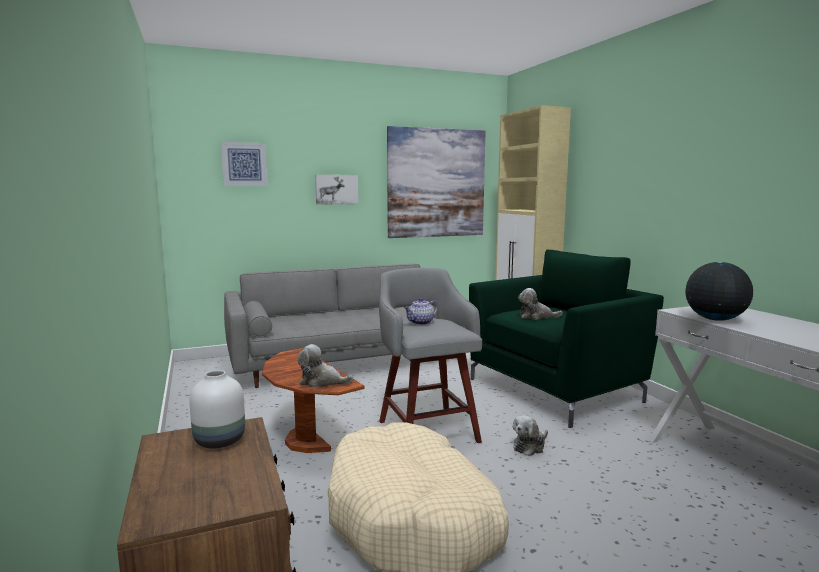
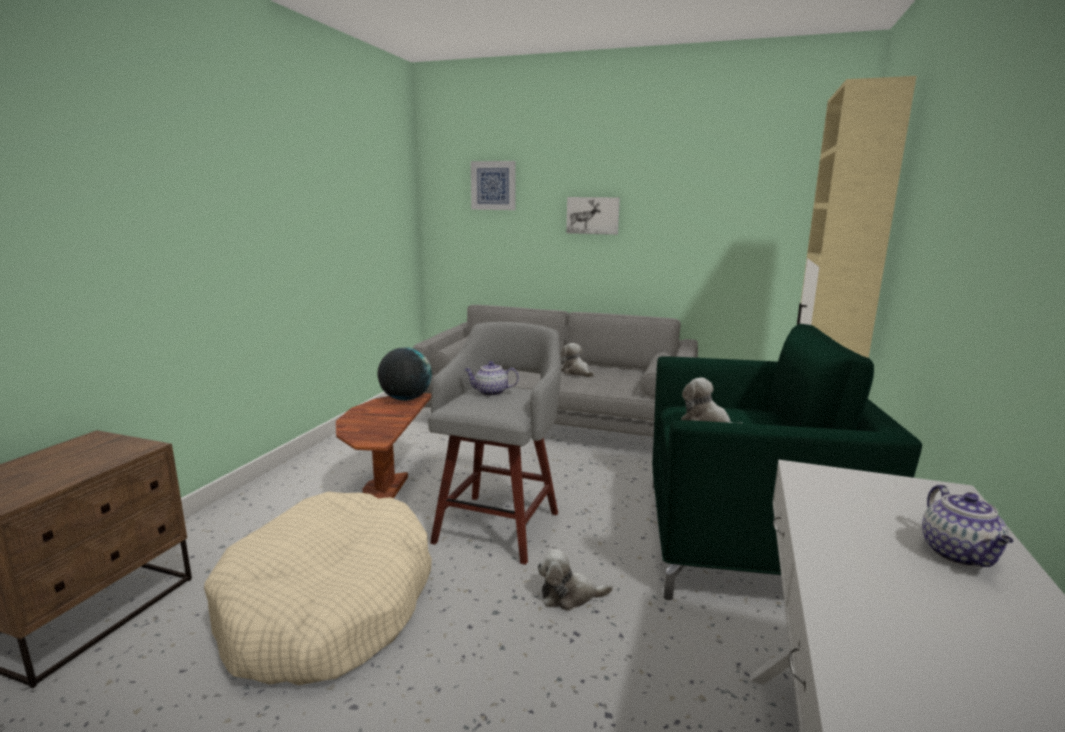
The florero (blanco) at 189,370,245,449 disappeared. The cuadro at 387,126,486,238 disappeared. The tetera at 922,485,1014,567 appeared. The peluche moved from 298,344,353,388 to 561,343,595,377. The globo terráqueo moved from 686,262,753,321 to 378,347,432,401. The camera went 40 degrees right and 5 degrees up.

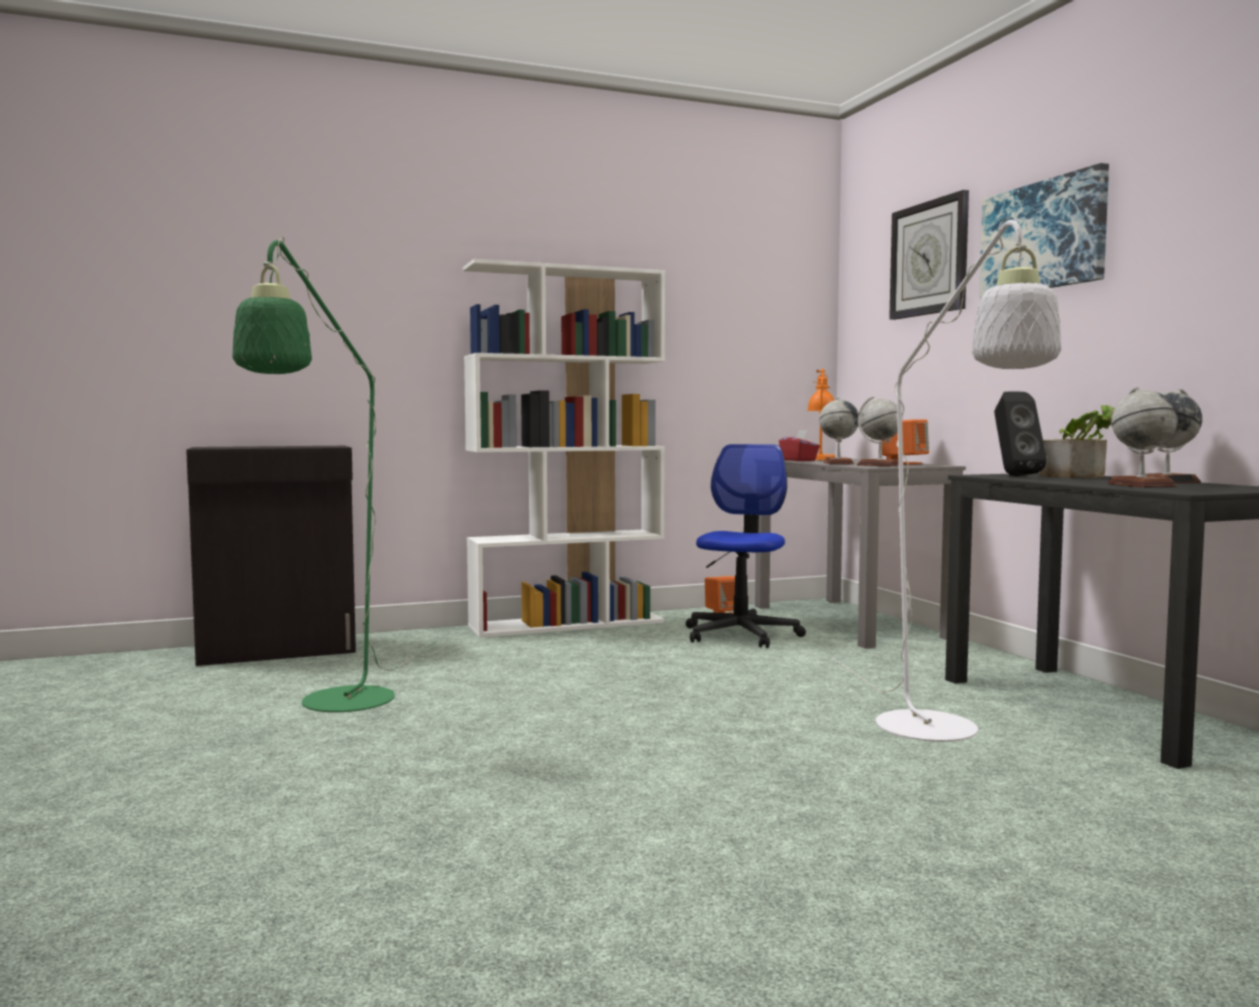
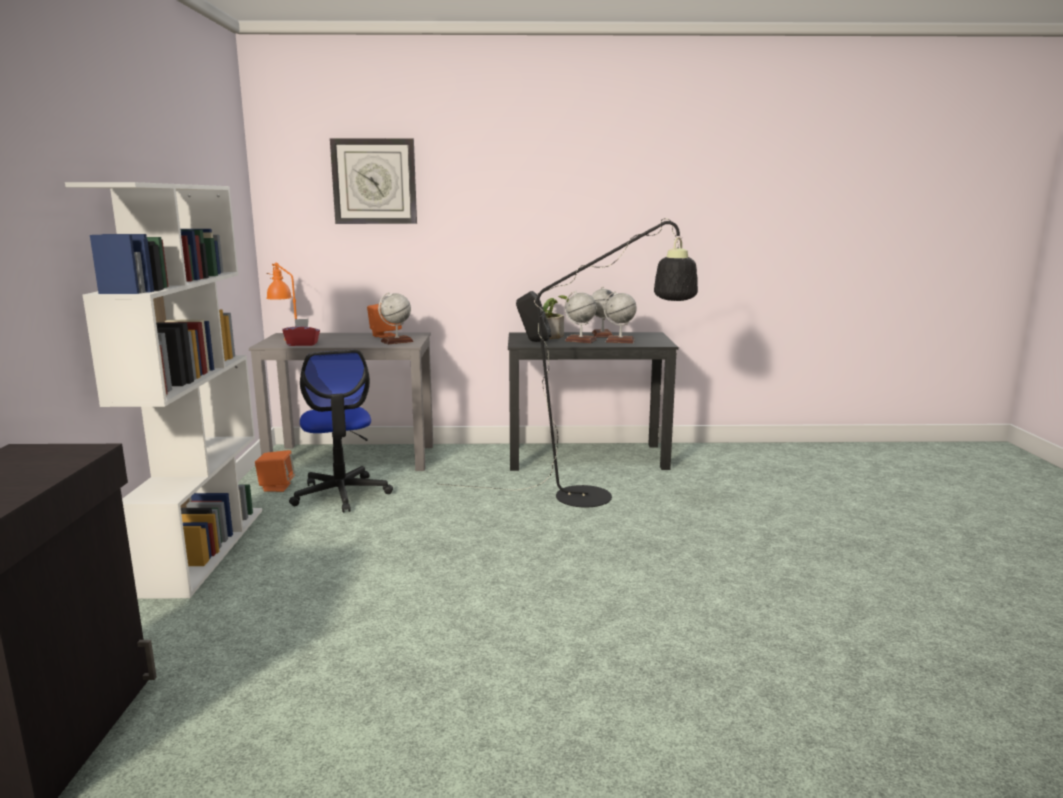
The lámpara de pie (verde) at 233,237,436,712 disappeared. The cuadro at 979,163,1109,298 disappeared. The globo terráqueo moved from 819,397,859,464 to 565,291,597,343. The lámpara de pie (blanco) at 832,216,1061,742 became the lámpara de pie (negro) at 437,218,698,507. The silla de oficina at 686,444,806,648 turned 150 degrees counterclockwise. The camera went 70 degrees left and 10 degrees up.

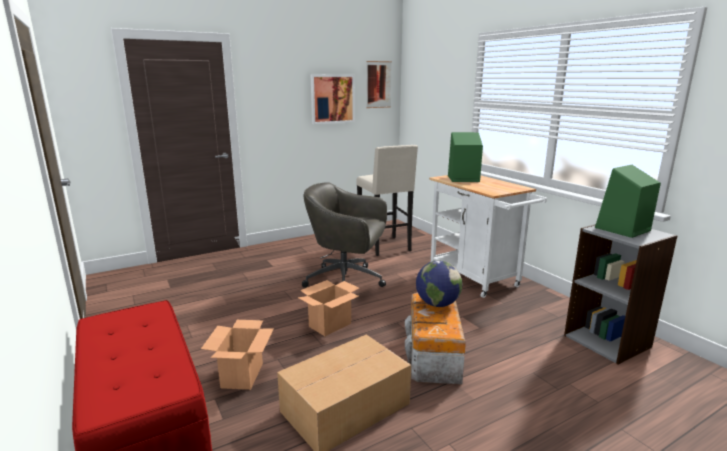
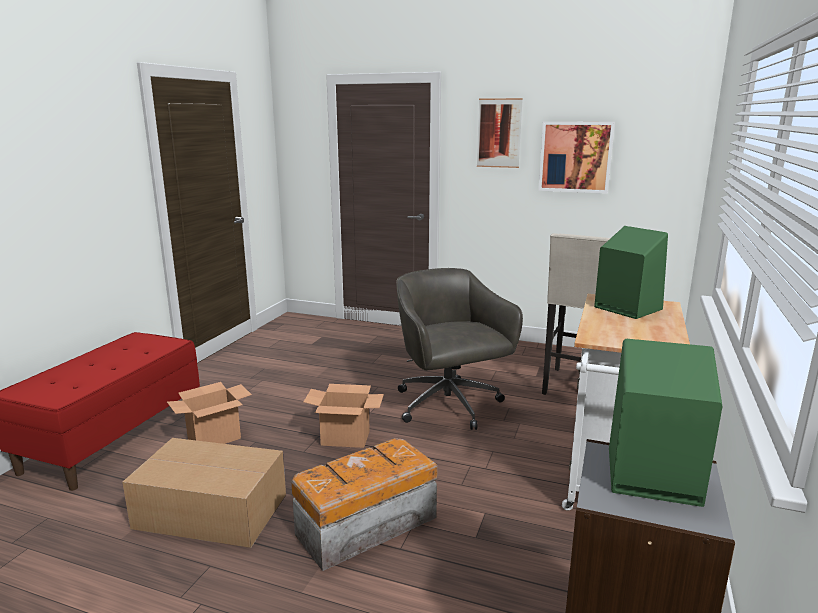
The globo terráqueo at 416,261,462,307 disappeared. The cuadro moved from 366,61,392,108 to 477,98,523,168. The camera went 50 degrees right and 0 degrees up.

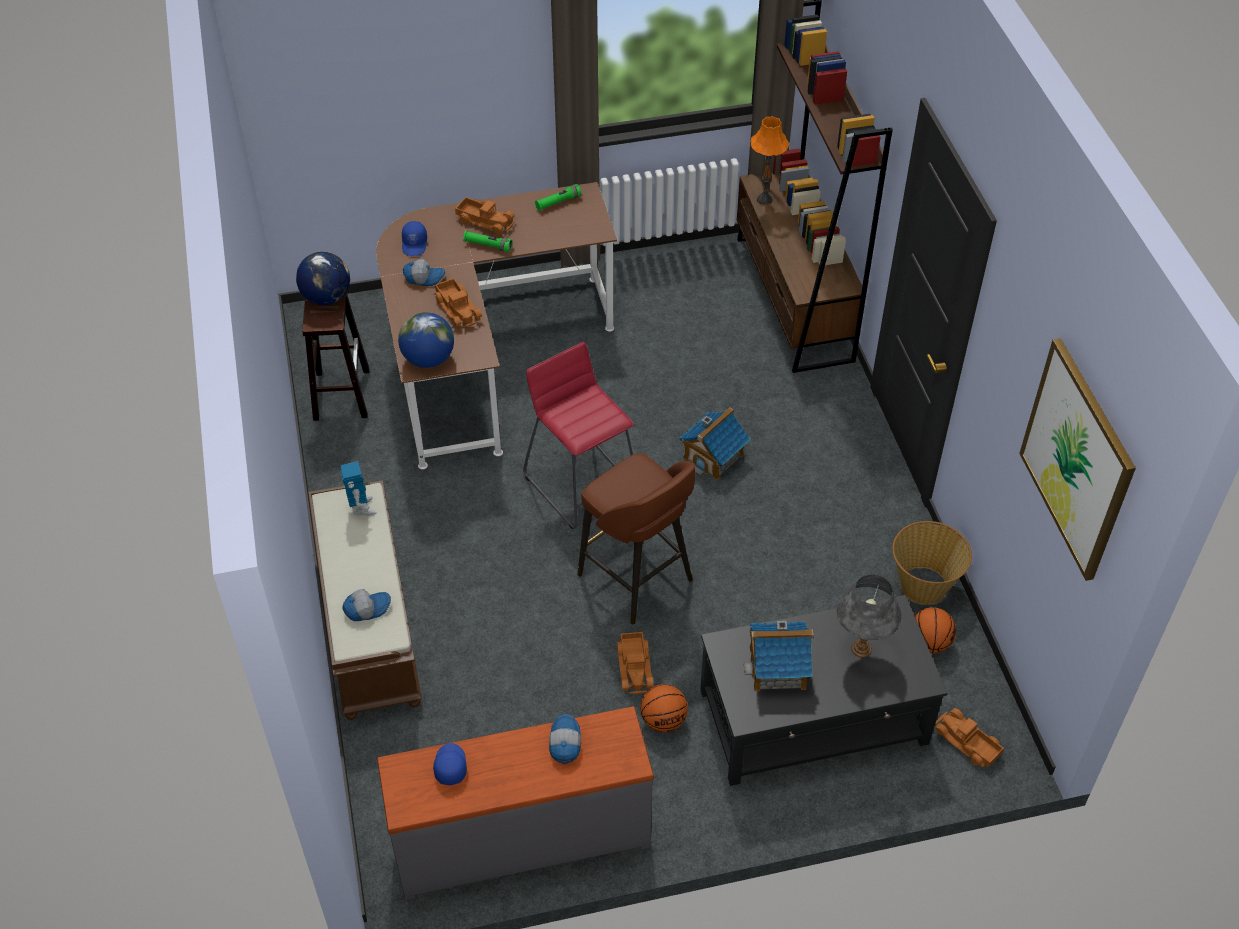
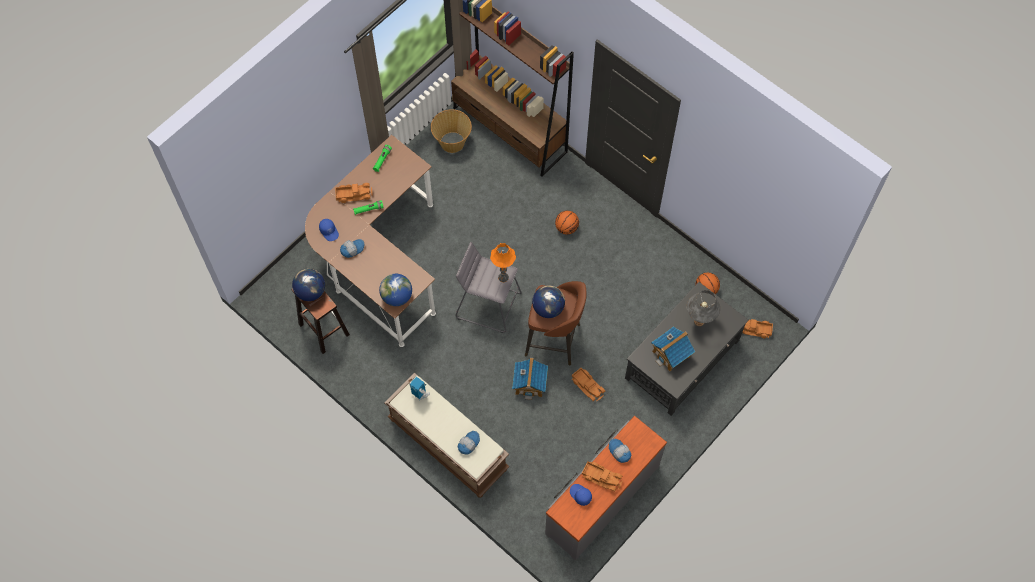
The cuadro at 1019,338,1136,581 disappeared. The globo terráqueo at 532,285,565,318 appeared. The camión de juguete moved from 434,278,482,328 to 582,461,623,492. The balón de baloncesto moved from 640,684,688,732 to 555,211,579,235. The casita moved from 679,407,751,480 to 512,357,548,400. The lámpara de mesa (naranja) moved from 751,116,790,206 to 490,243,516,282. The cesta moved from 892,521,972,605 to 431,109,472,153. The taburete (rojo) at 523,342,634,529 became the taburete (gris) at 455,242,522,333. The camera went 35 degrees left and 15 degrees up.

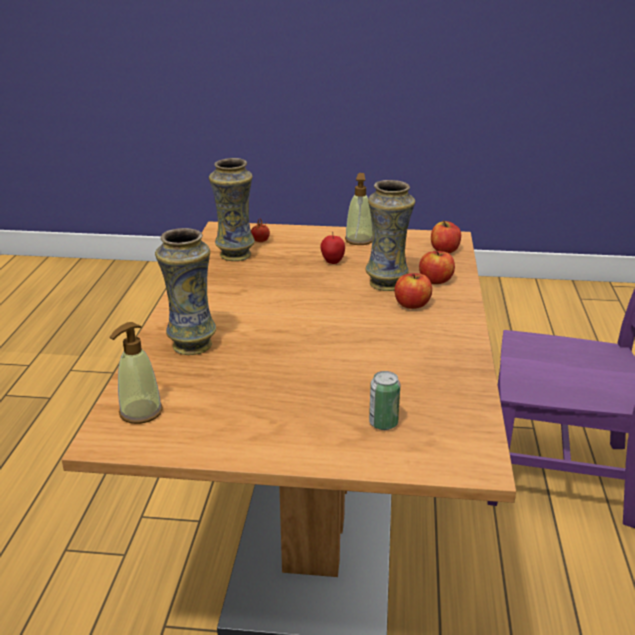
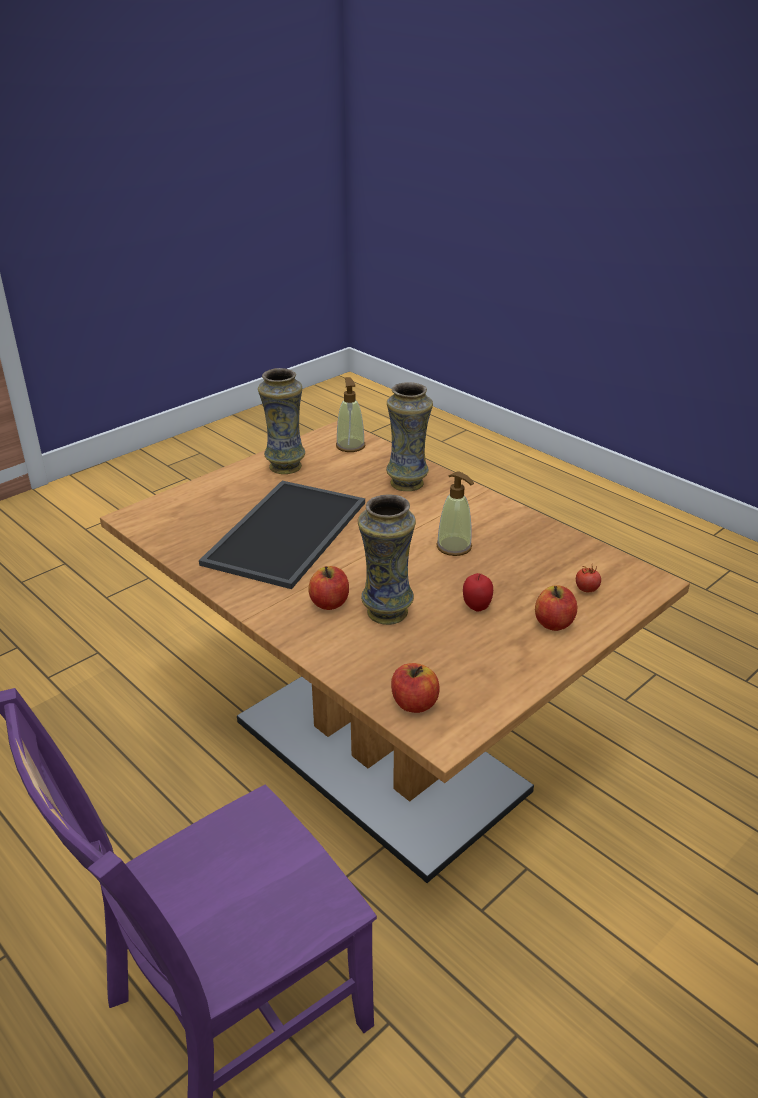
The lata at 369,371,400,430 disappeared. The bandeja at 199,481,365,589 appeared. The florero moved from 209,158,255,261 to 258,368,305,474. The dispensador de jabón moved from 345,173,372,245 to 436,472,474,556. The manzana moved from 419,251,455,284 to 535,586,577,631. The camera went 130 degrees right and 5 degrees up.

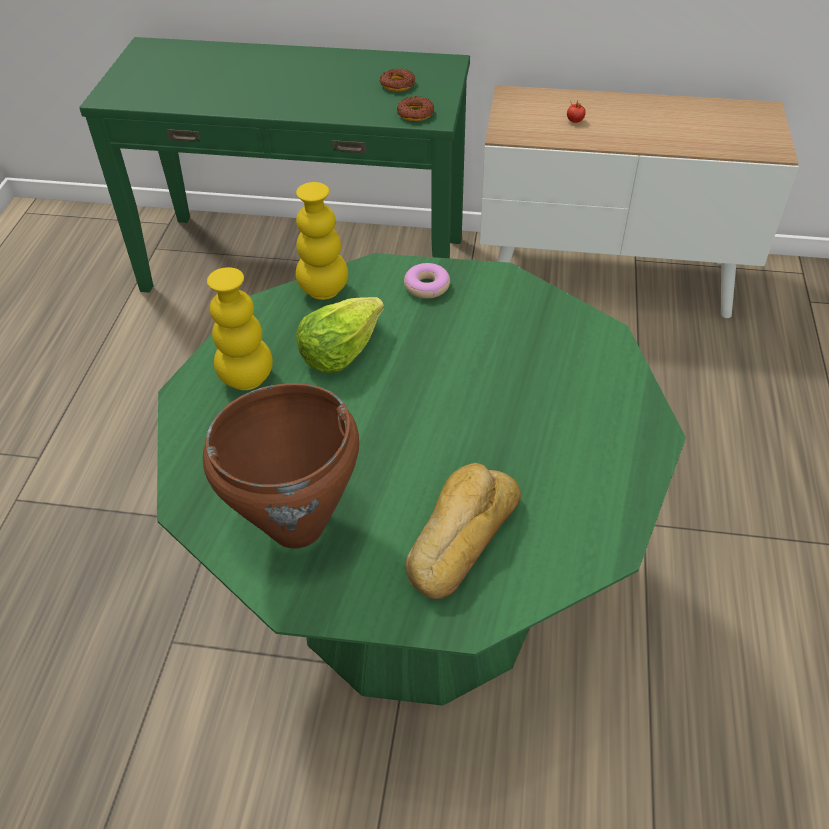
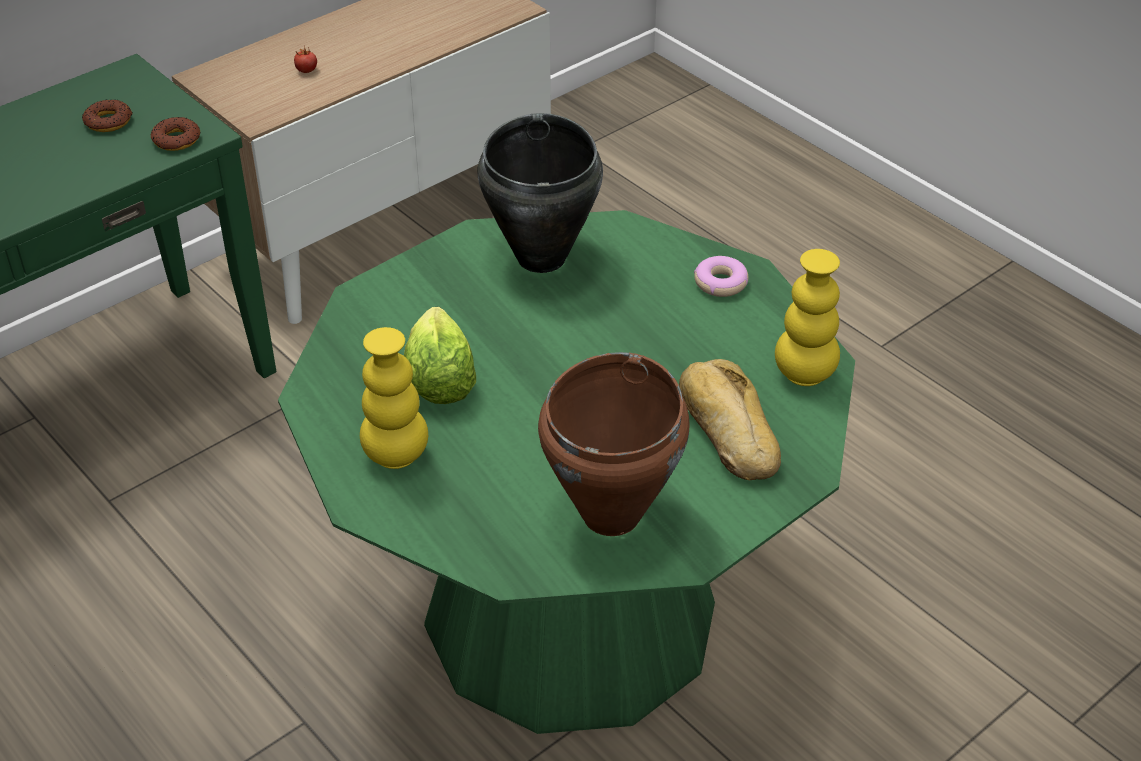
The olla (negro) at 477,113,603,273 appeared. The florero (amarillo) moved from 296,182,348,300 to 775,249,840,386. The rosquilla moved from 404,263,450,299 to 694,256,749,297. The camera went 50 degrees left and 5 degrees down.

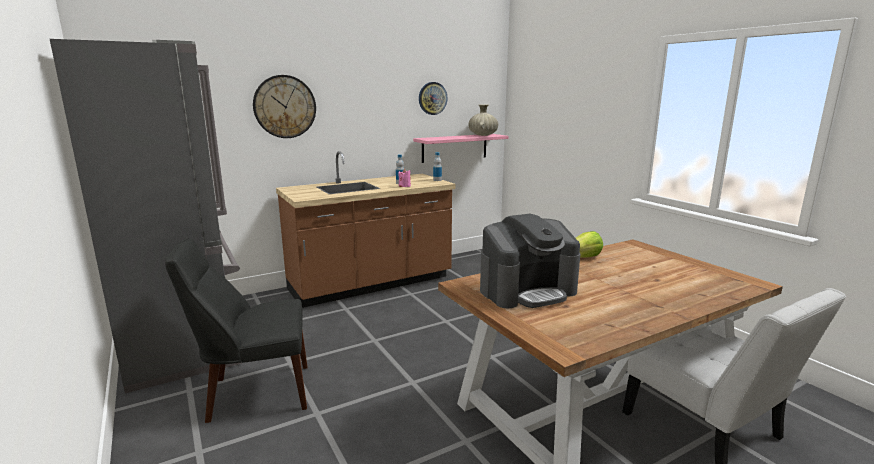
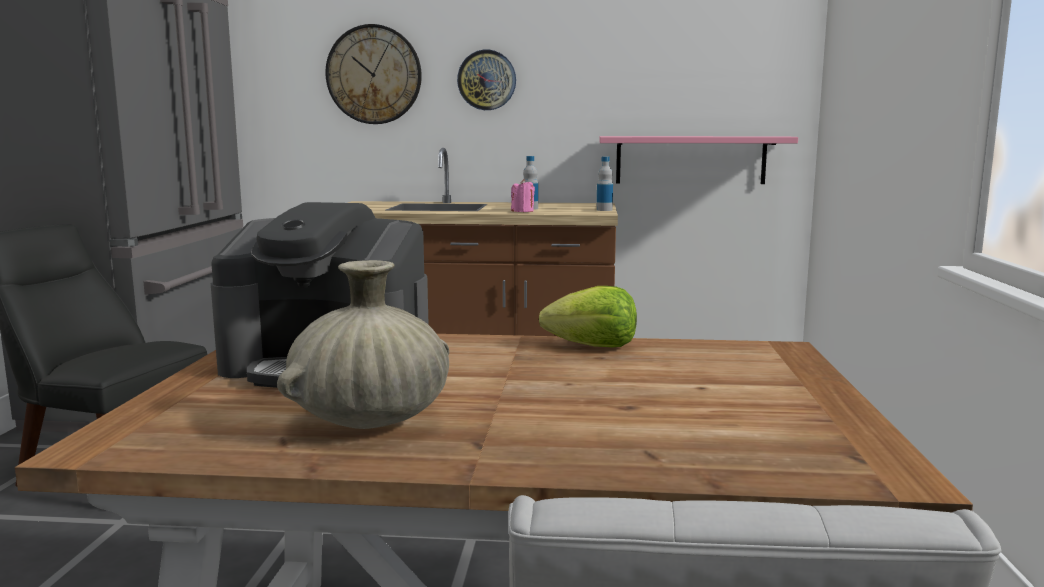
The reloj de pared moved from 419,82,448,115 to 457,50,516,110. The florero (beis) moved from 469,104,498,136 to 277,260,449,429. The camera went 35 degrees right and 5 degrees down.

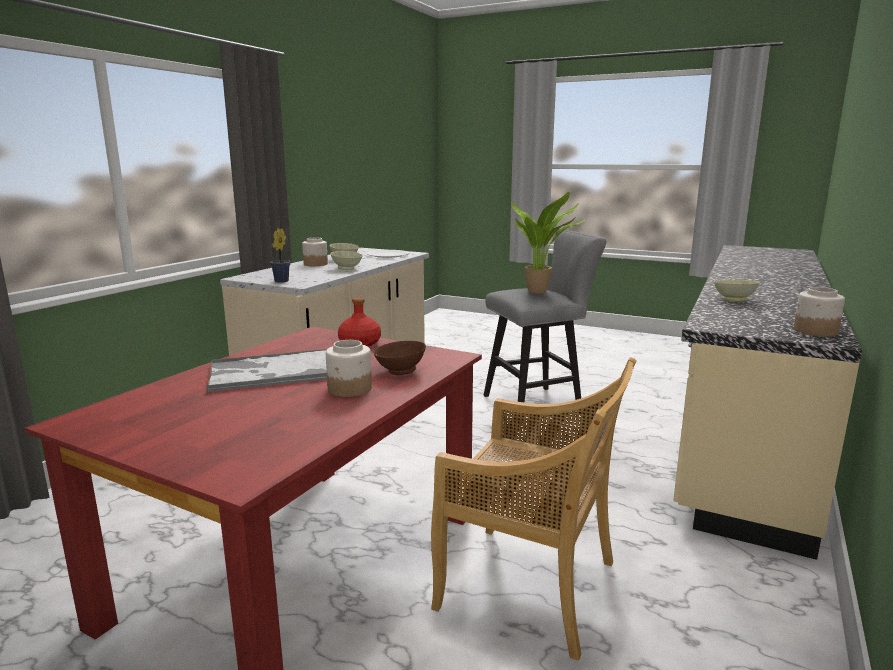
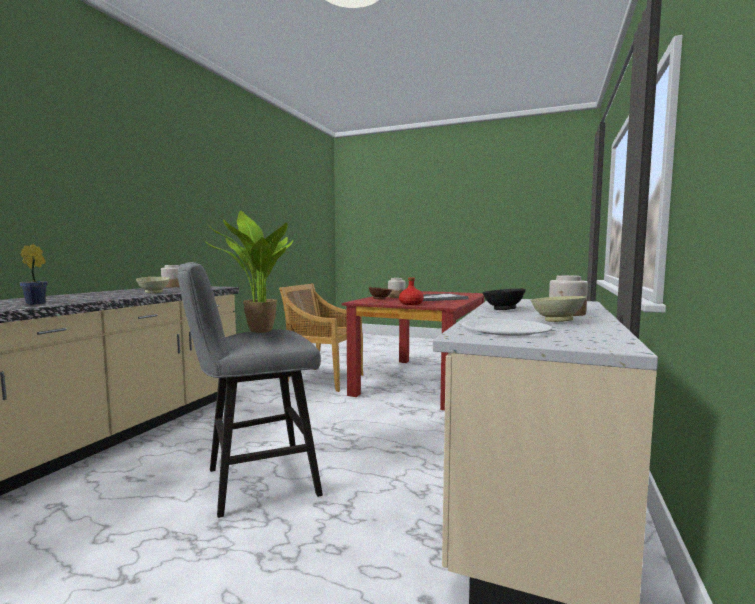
The planta en maceta moved from 270,228,291,283 to 20,244,48,305. The cuenco (beis) at 330,251,363,270 became the cuenco (negro) at 482,289,526,310. The camera went 175 degrees right and 10 degrees down.

